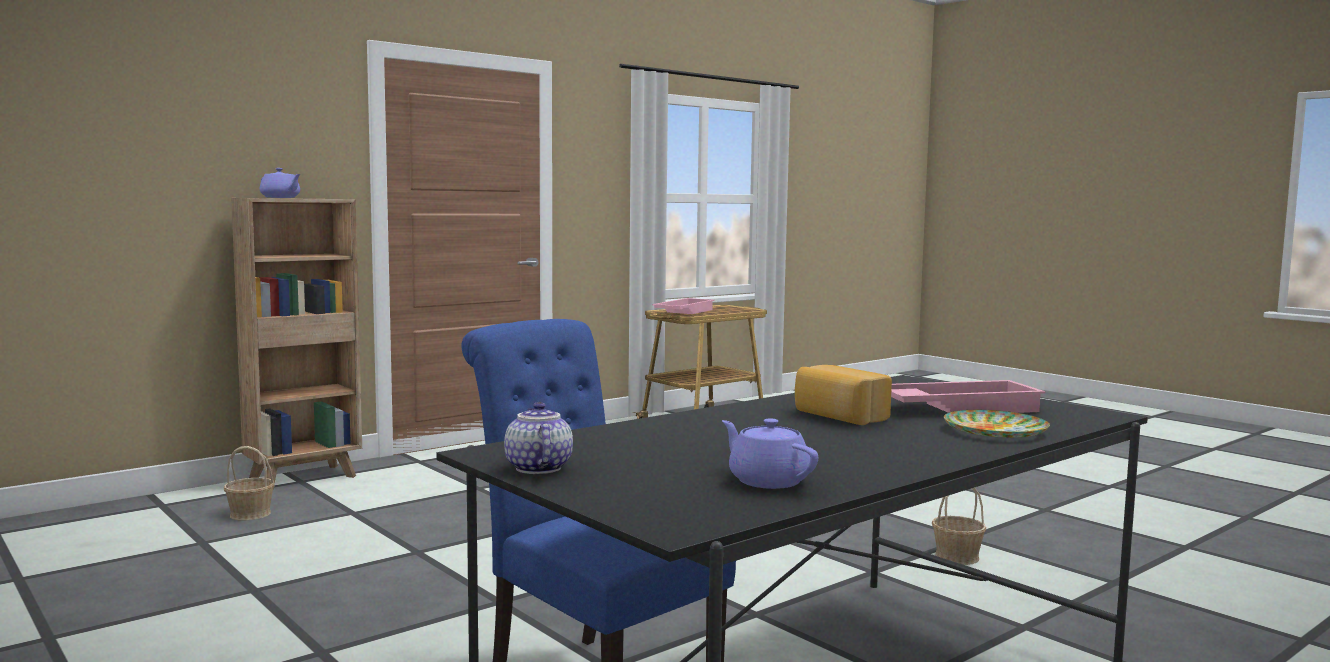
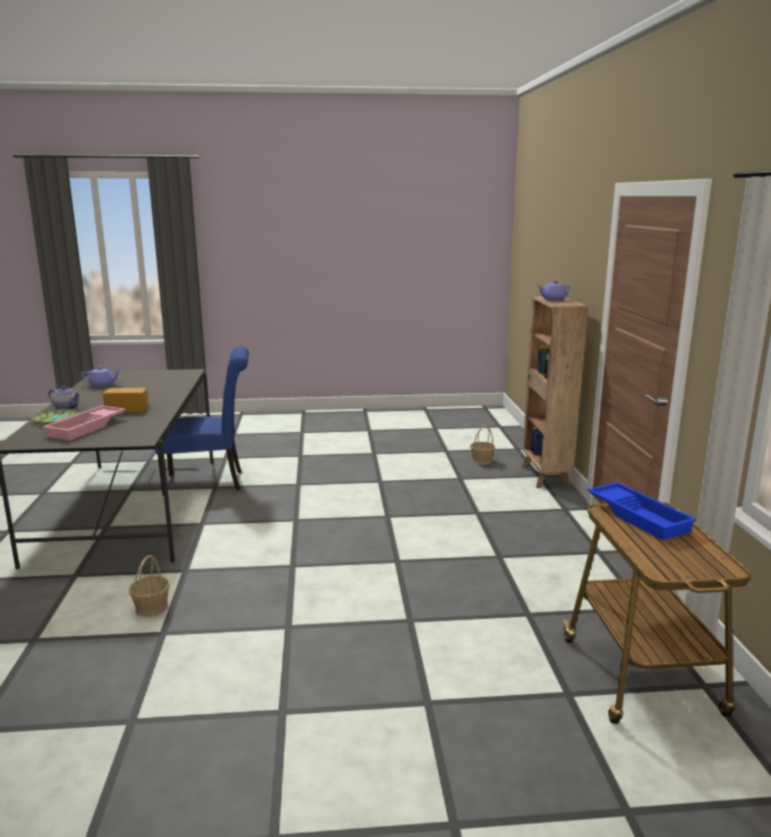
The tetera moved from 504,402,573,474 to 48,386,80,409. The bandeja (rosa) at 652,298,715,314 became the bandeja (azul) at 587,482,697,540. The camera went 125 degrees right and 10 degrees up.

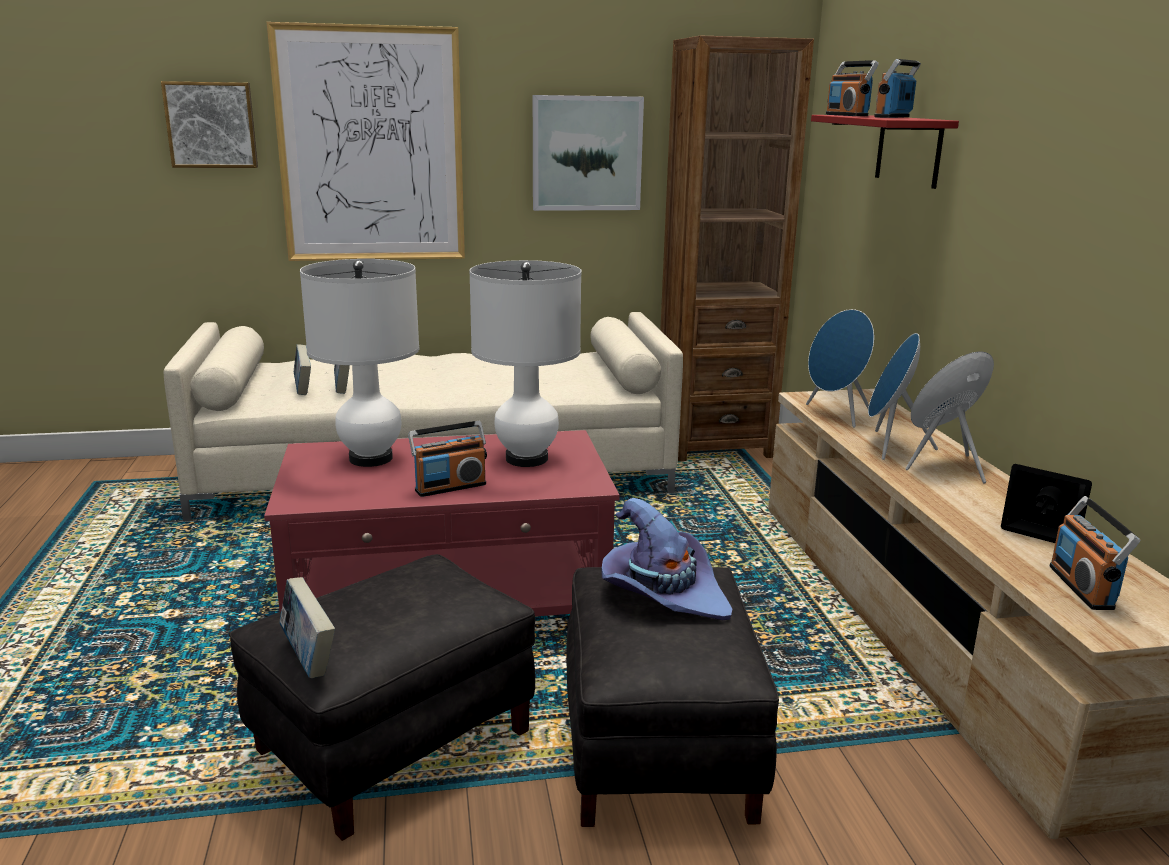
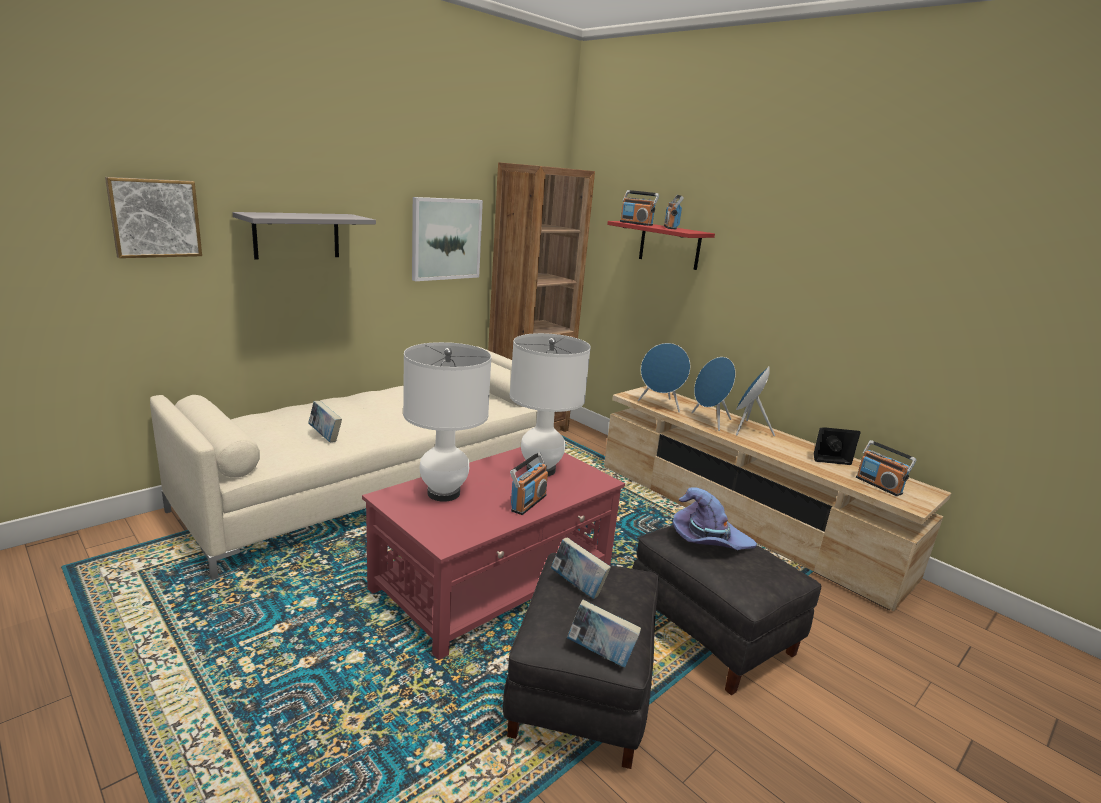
The libro moved from 294,344,311,395 to 551,537,611,599. The cuadro at 267,22,465,261 was replaced by the estante (gris) at 232,212,376,260. The camera went 35 degrees left and 0 degrees up.

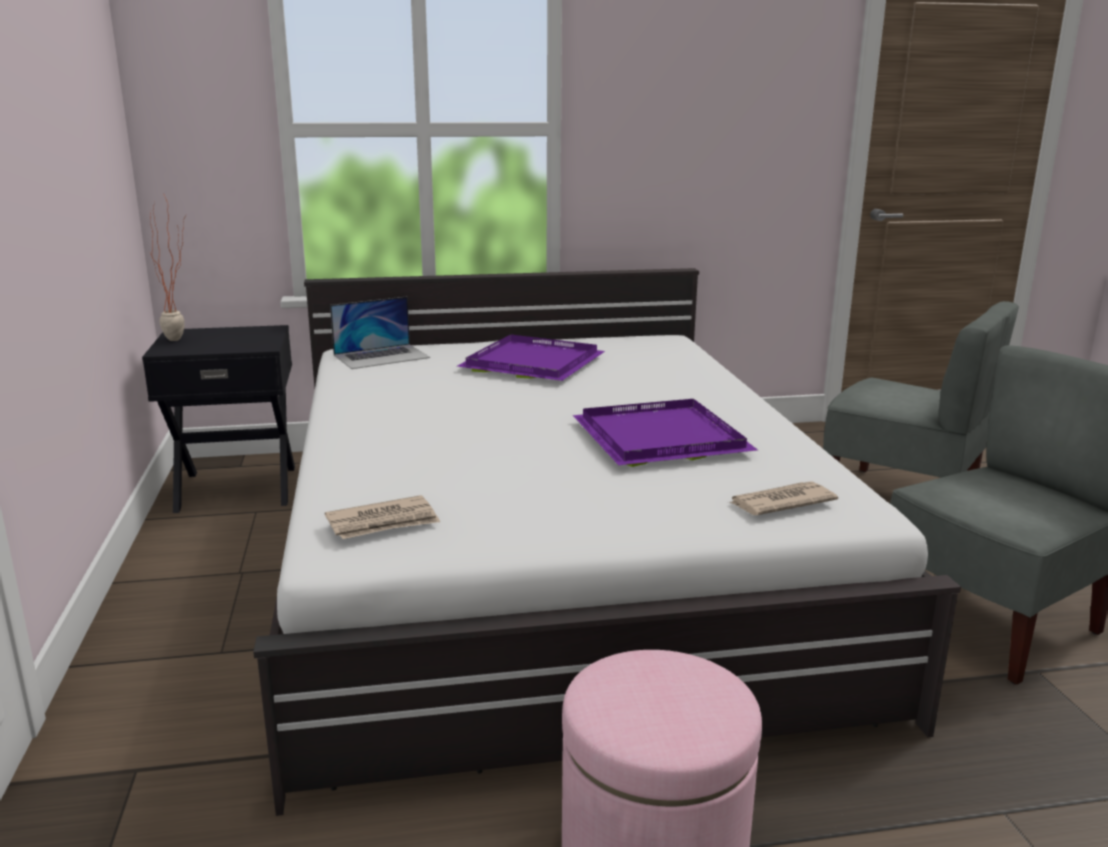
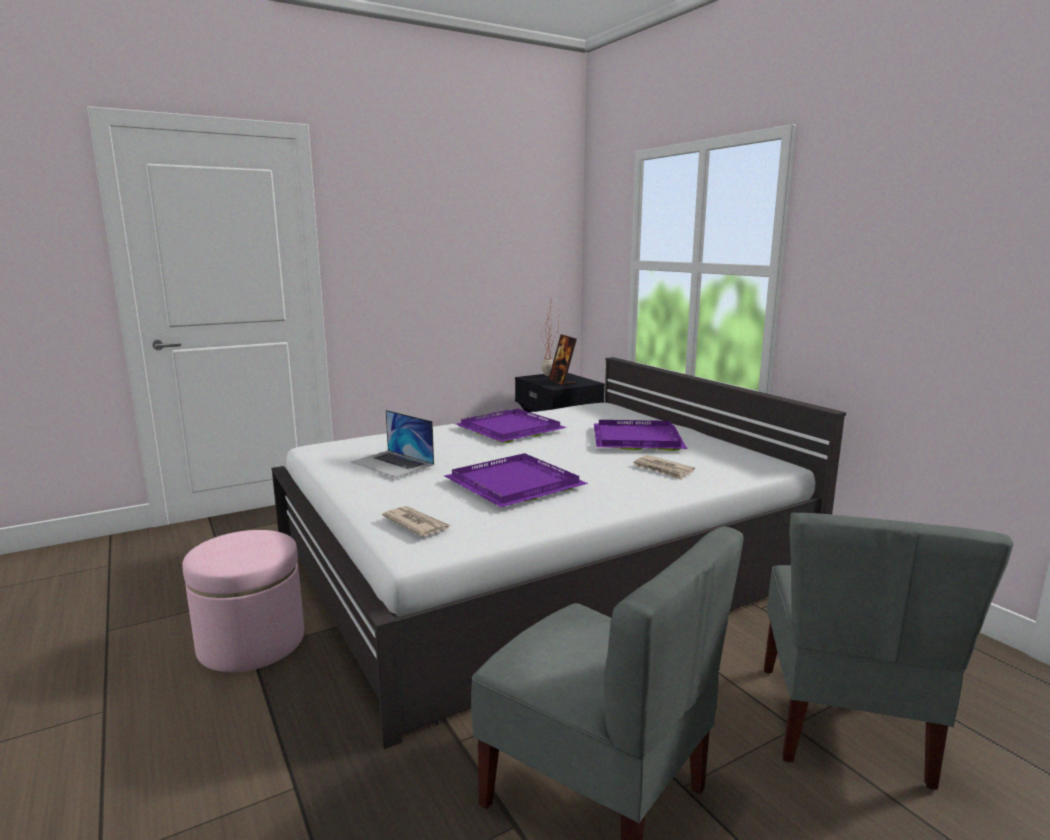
The bandeja (morado) at 456,408,567,443 appeared. The portarretratos at 549,334,577,385 appeared. The periódico moved from 325,495,440,539 to 633,455,695,480. The portátil moved from 330,297,430,369 to 351,410,434,478. The camera went 70 degrees right and 5 degrees down.

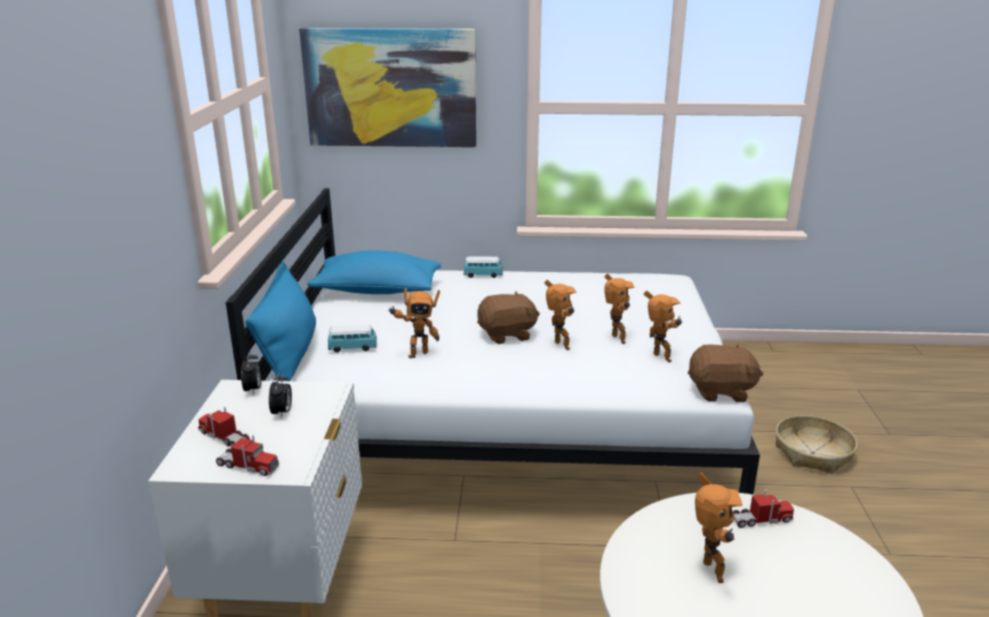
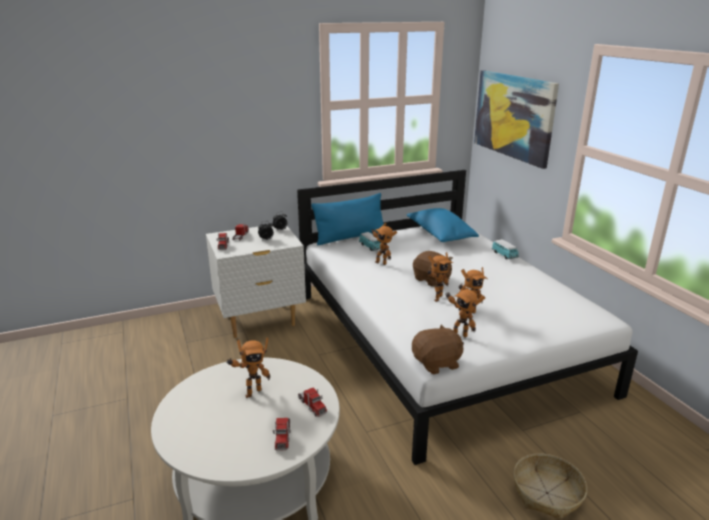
The camión de juguete at 273,418,291,451 appeared. The robot de juguete at 644,291,682,363 turned 90 degrees clockwise. The peluche (marrón) at 688,343,763,402 turned 90 degrees counterclockwise. The camera went 65 degrees right and 0 degrees up.

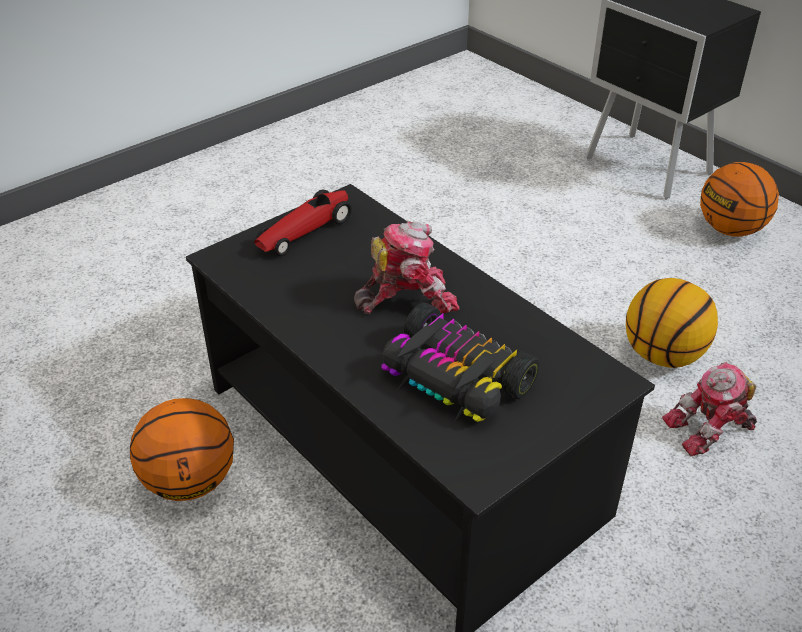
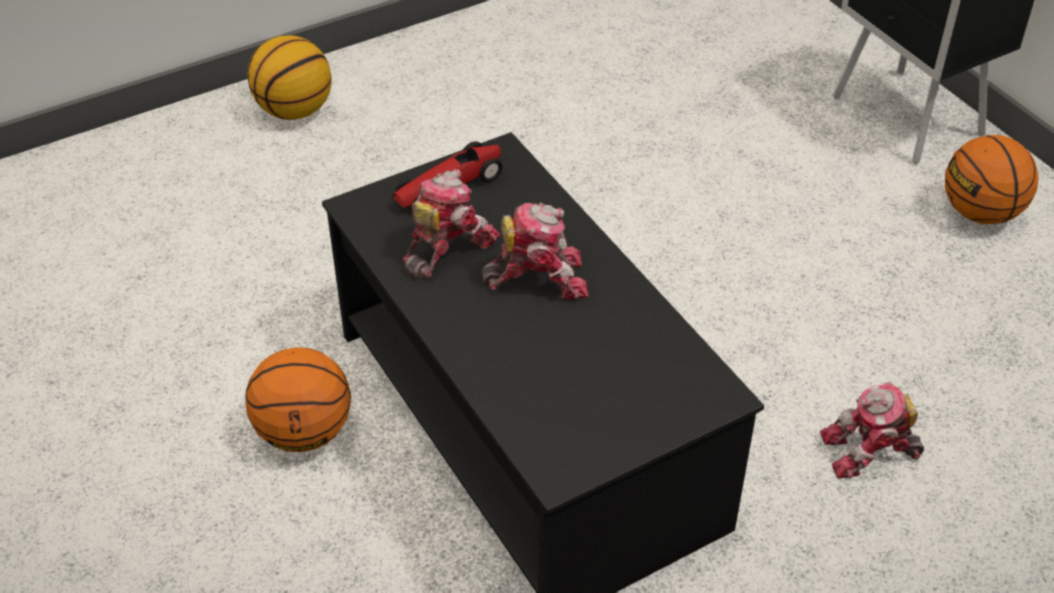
The coche de juguete at 381,302,540,422 disappeared. The robot de juguete at 403,169,500,278 appeared. The balón de baloncesto moved from 626,278,718,368 to 247,35,332,120. The camera went 10 degrees right and 5 degrees up.

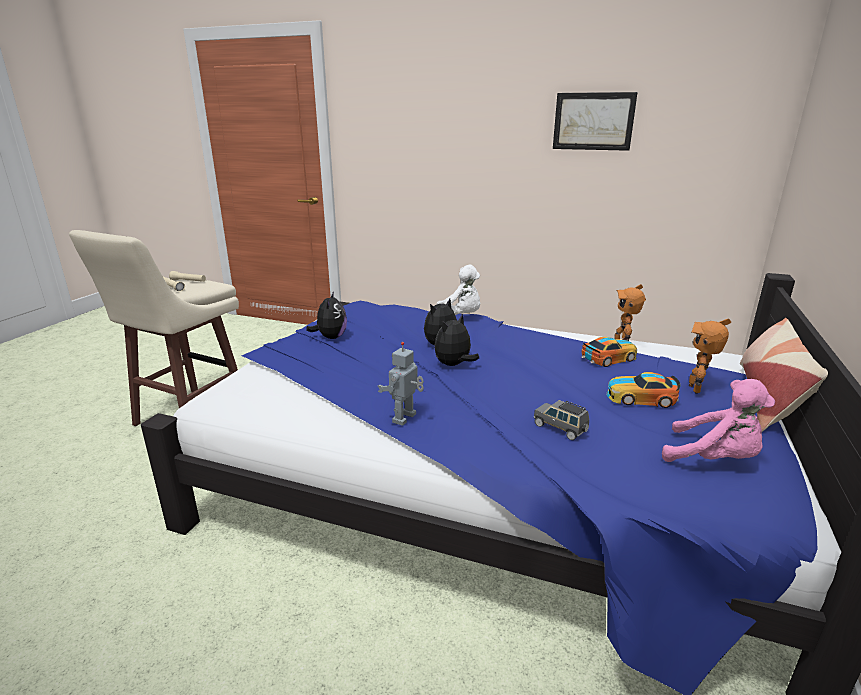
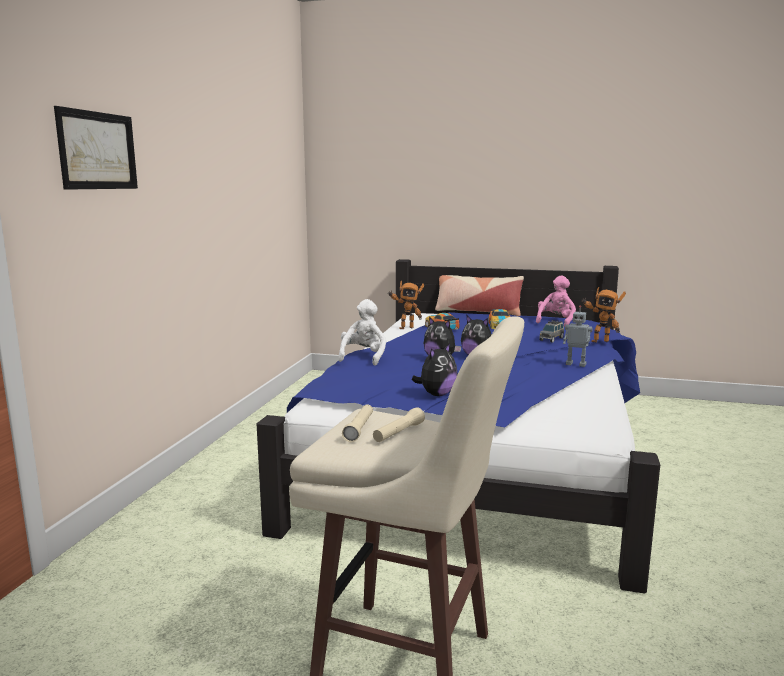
The cuadro moved from 553,92,638,151 to 54,106,138,190. The robot de juguete moved from 689,319,731,394 to 581,287,626,342. The peluche at 306,291,347,339 turned 135 degrees clockwise. The camera went 95 degrees left and 10 degrees down.

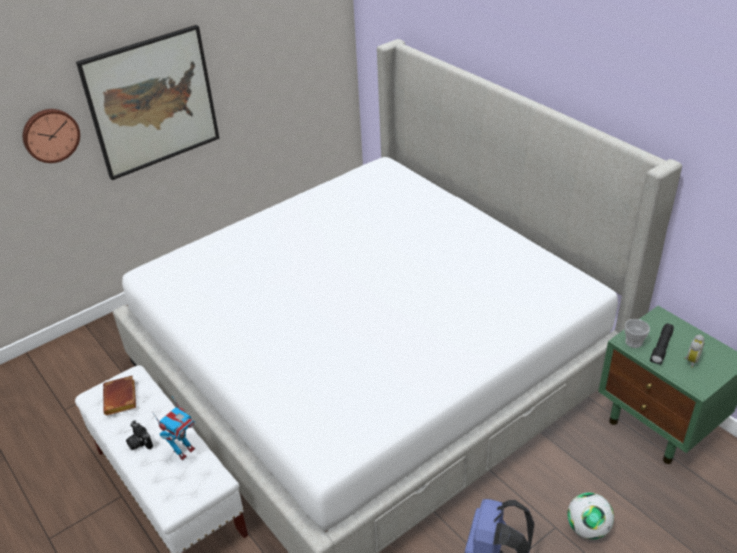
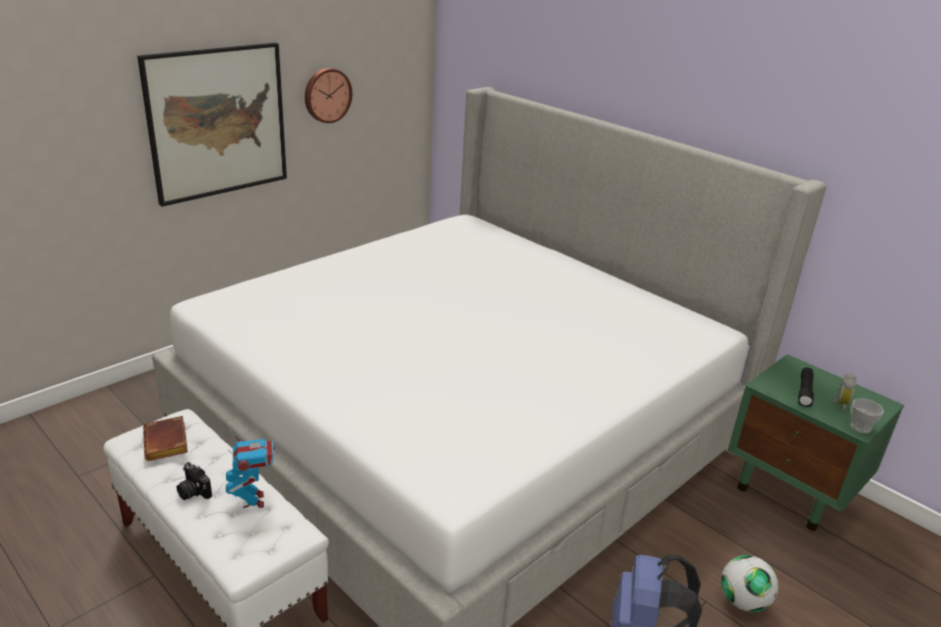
The reloj de pared moved from 22,109,80,163 to 305,68,352,123. The taza moved from 625,319,650,348 to 850,398,884,433. The robot de juguete at 153,396,195,460 turned 45 degrees counterclockwise. The camera went 10 degrees left and 10 degrees down.

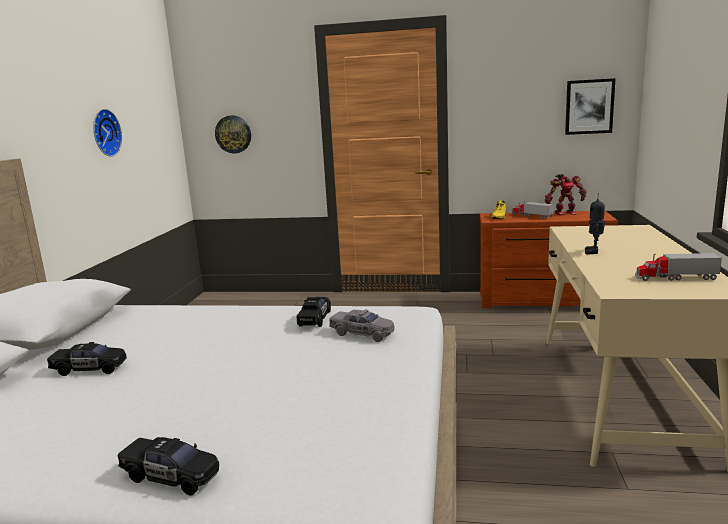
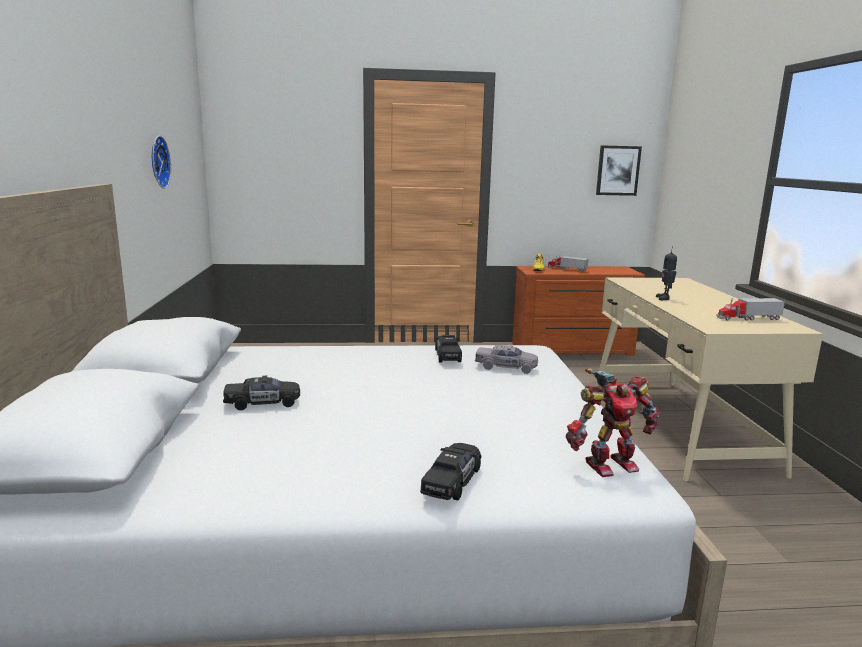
The reloj de pared at 215,115,251,153 disappeared. The robot de juguete moved from 545,174,587,216 to 566,368,659,477. The coche de juguete (negro) at 118,437,219,496 turned 75 degrees counterclockwise. The camera went 15 degrees left and 0 degrees up.

